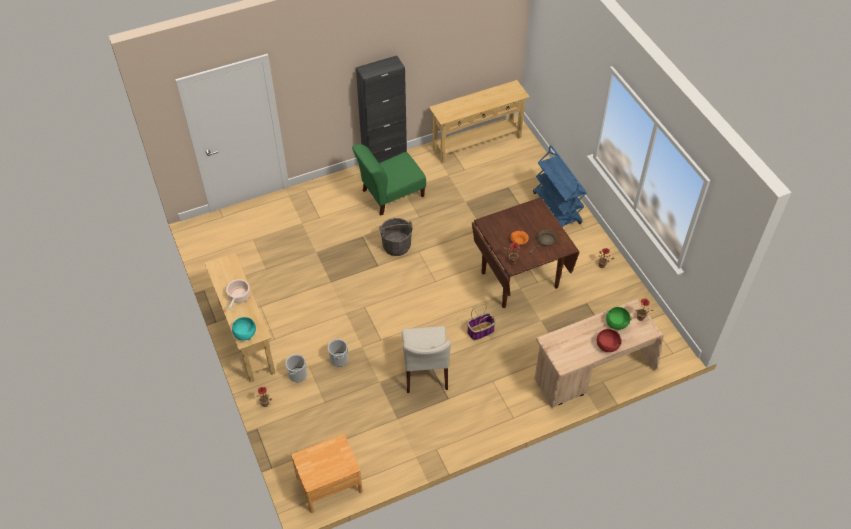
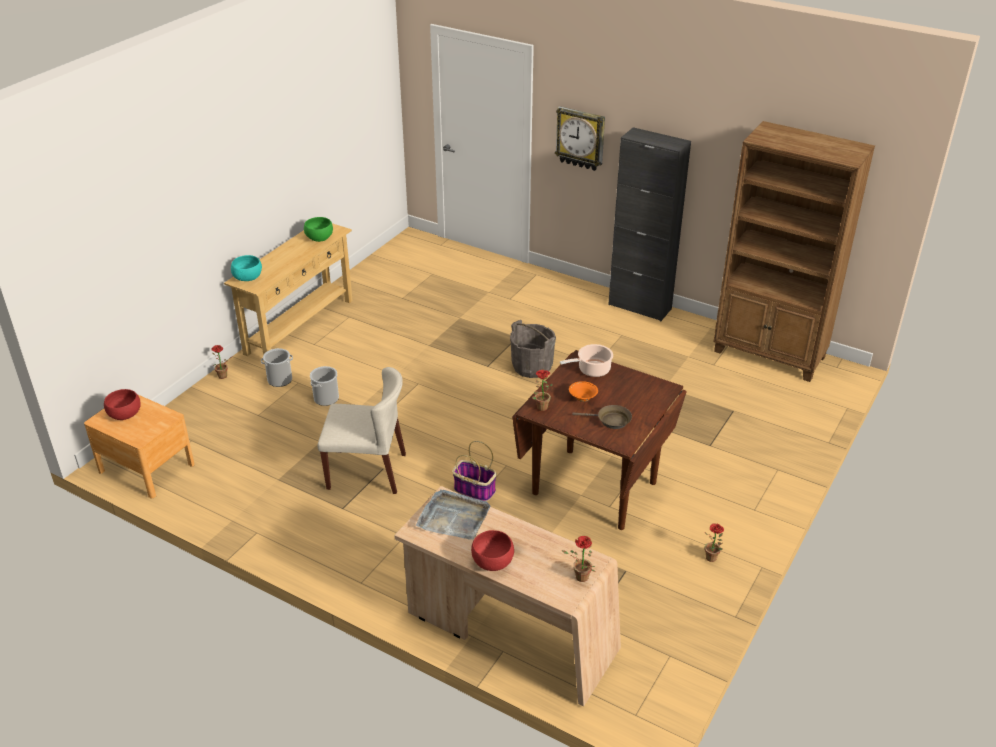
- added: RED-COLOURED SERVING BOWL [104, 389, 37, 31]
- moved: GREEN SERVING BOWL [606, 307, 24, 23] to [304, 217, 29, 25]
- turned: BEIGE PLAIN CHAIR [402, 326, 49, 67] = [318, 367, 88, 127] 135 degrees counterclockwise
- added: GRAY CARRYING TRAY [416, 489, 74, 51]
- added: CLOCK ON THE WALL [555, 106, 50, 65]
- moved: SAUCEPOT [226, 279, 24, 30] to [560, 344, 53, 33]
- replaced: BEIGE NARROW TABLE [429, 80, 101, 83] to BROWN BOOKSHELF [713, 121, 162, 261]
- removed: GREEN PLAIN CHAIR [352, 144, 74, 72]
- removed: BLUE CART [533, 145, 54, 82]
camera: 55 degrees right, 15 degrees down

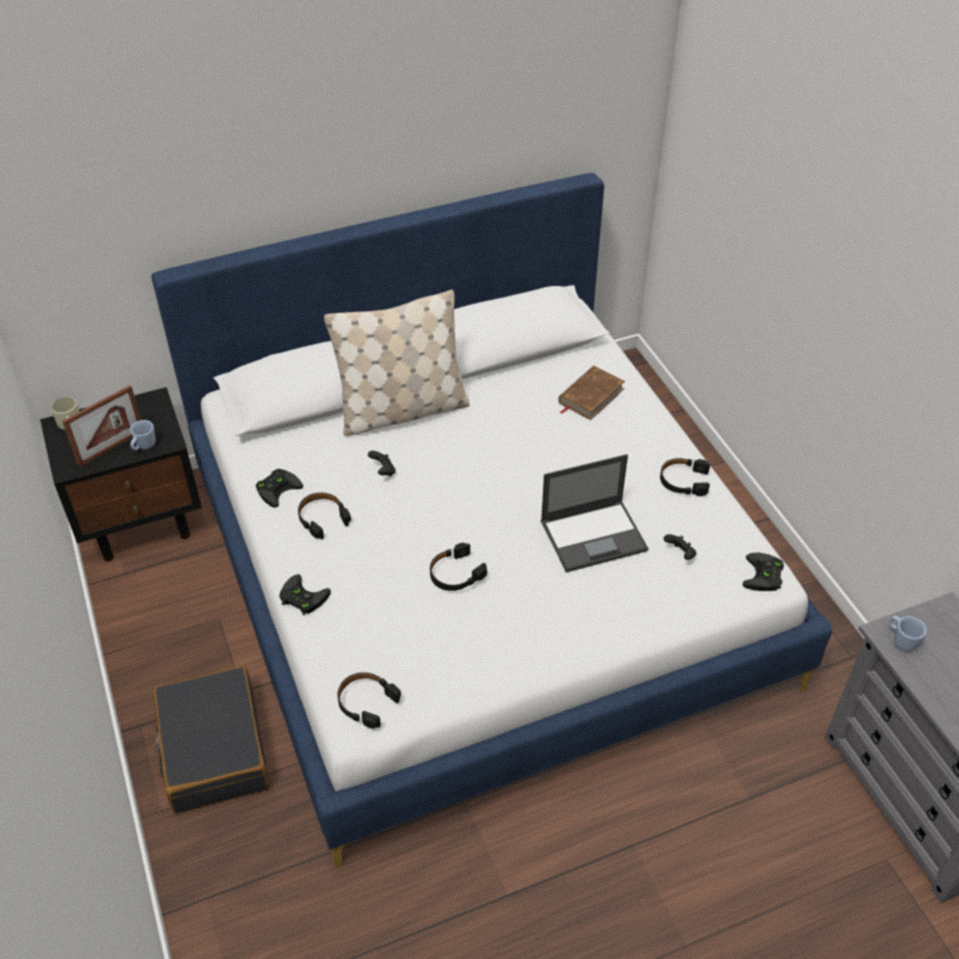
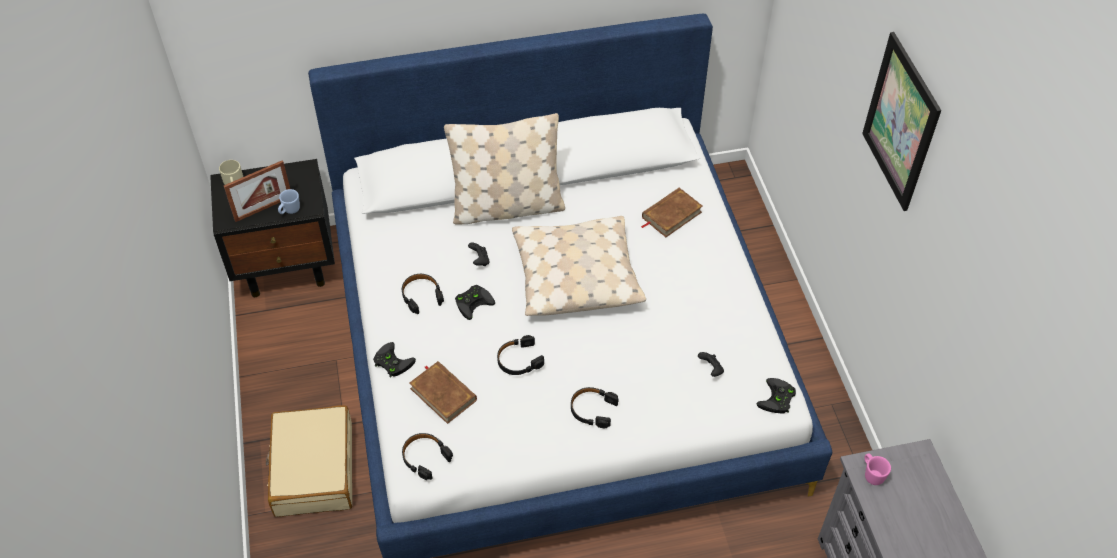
- recoloured: BLACK-COLOURED TRAVEL CASE [153, 666, 117, 148] to BEIGE TRAVEL CASE [266, 405, 86, 112]
- added: BROWN BOUND BOOK [409, 361, 68, 63]
- moved: BLACK-COLOURED GAME CONTROLLER [255, 469, 48, 39] to [455, 285, 40, 35]
- added: BEIGE PILLOW [512, 216, 134, 100]
- moved: BLACK-COLOURED PAIR OF HEADPHONES [660, 458, 50, 38] to [571, 387, 47, 41]
- added: PICTURE [862, 32, 79, 179]
- recoloured: BLUE TEA MUG [890, 616, 37, 36] to PINKISH TEA MUG [865, 453, 26, 32]
- removed: PORTABLE COMPUTER [541, 454, 107, 118]
camera: 10 degrees right, 5 degrees up

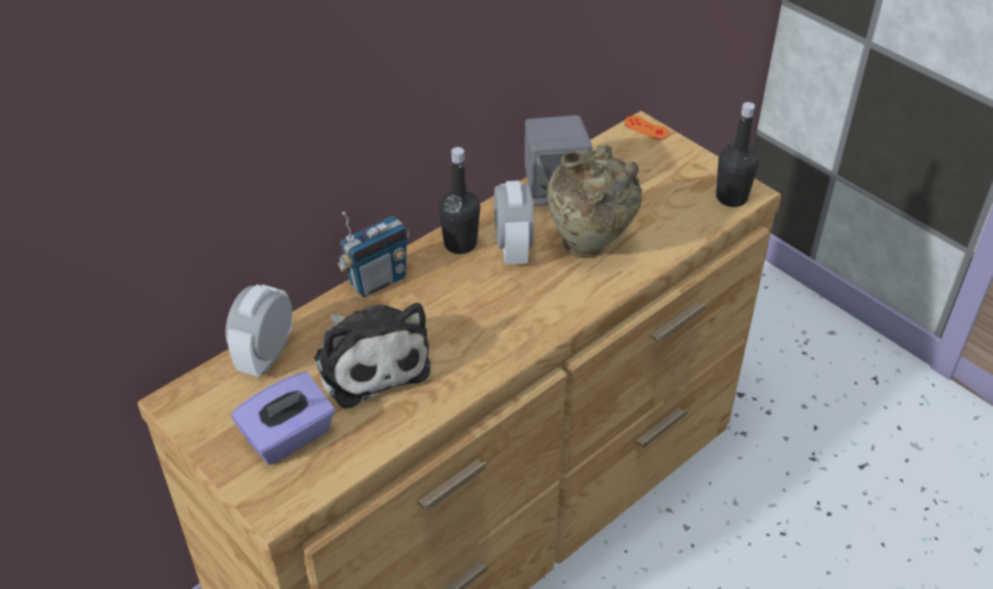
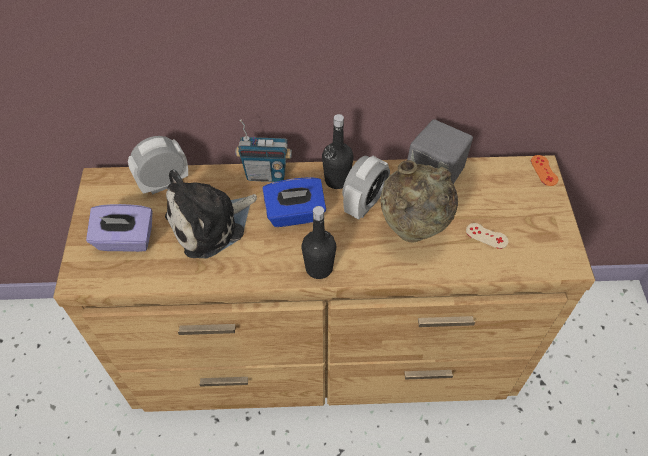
- turned: PLUSH TOY [314, 303, 117, 106] = [165, 169, 92, 90] 45 degrees clockwise
- added: BLUE BOX OF TISSUES [262, 177, 64, 50]
- moved: BLACK-COLOURED DRINK BOTTLE [716, 102, 43, 105] to [301, 206, 35, 73]
- added: BEIGE GAME CONTROLLER [466, 223, 42, 26]
camera: 40 degrees right, 10 degrees up

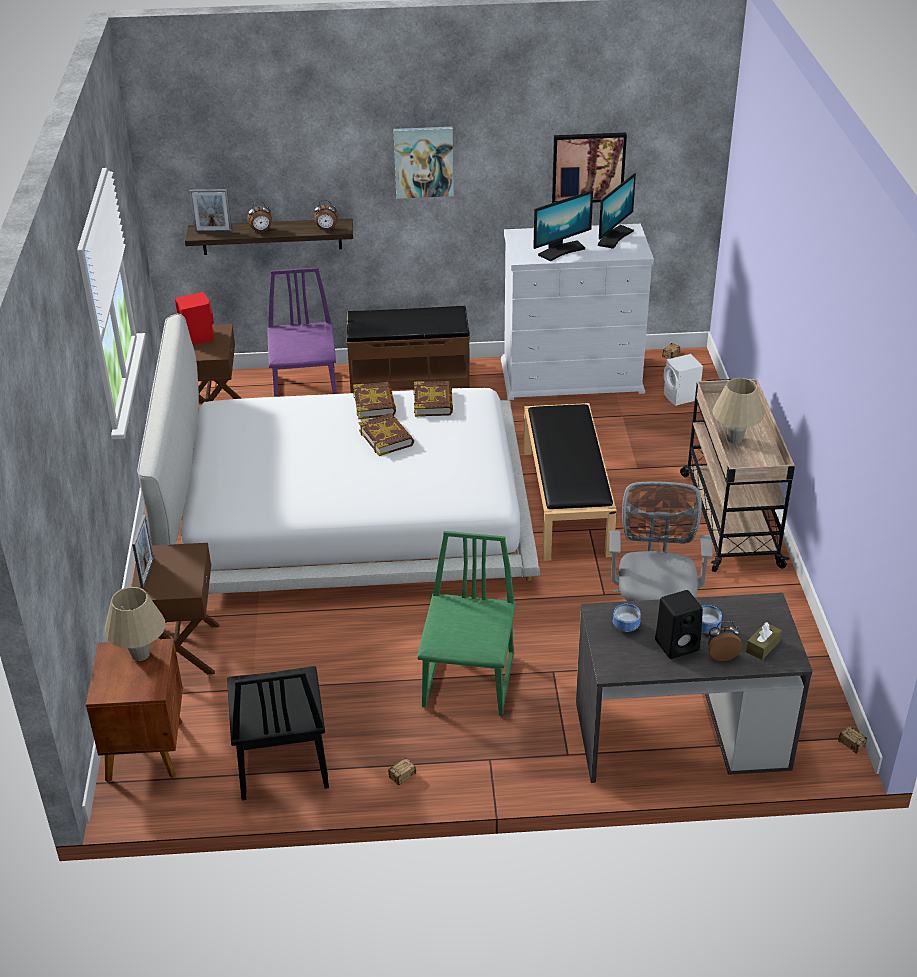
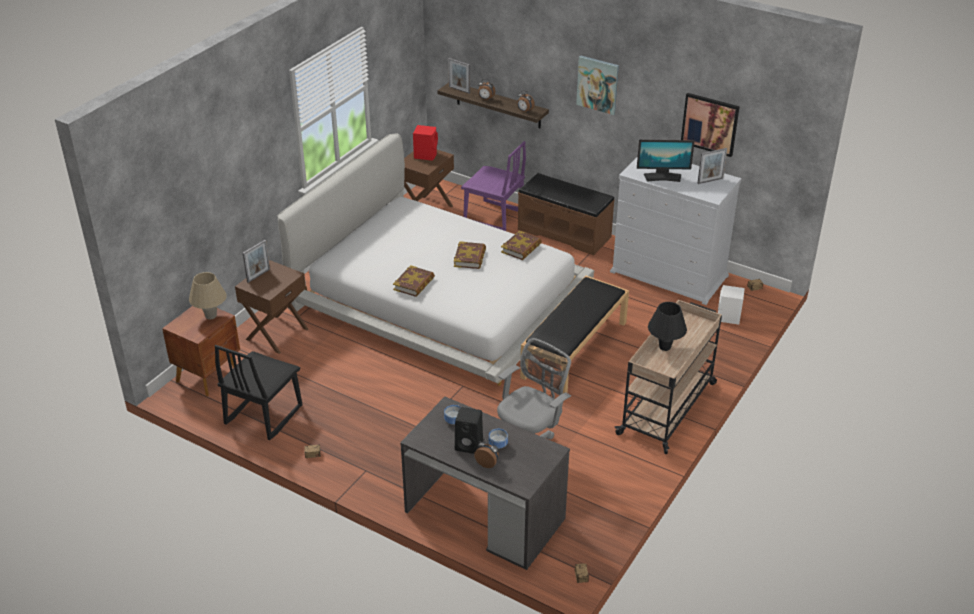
- moved: BOUND BOOK [353, 382, 43, 37] to [393, 265, 42, 32]
- turned: PURPLE-COLOURED PLAIN CHAIR [267, 268, 70, 129] = [461, 141, 65, 90] 90 degrees clockwise
- recoloured: BEIGE LAMP FOR A TABLE [712, 378, 52, 66] to BLACK-COLOURED LAMP FOR A TABLE [648, 302, 39, 49]
- replaced: MONITOR [598, 173, 38, 76] to PICTURE FRAME [698, 148, 29, 36]
- removed: GREEN PLAIN CHAIR [417, 531, 99, 185]
- removed: BROWN BOX OF TISSUES [746, 622, 36, 38]
camera: 35 degrees right, 0 degrees up

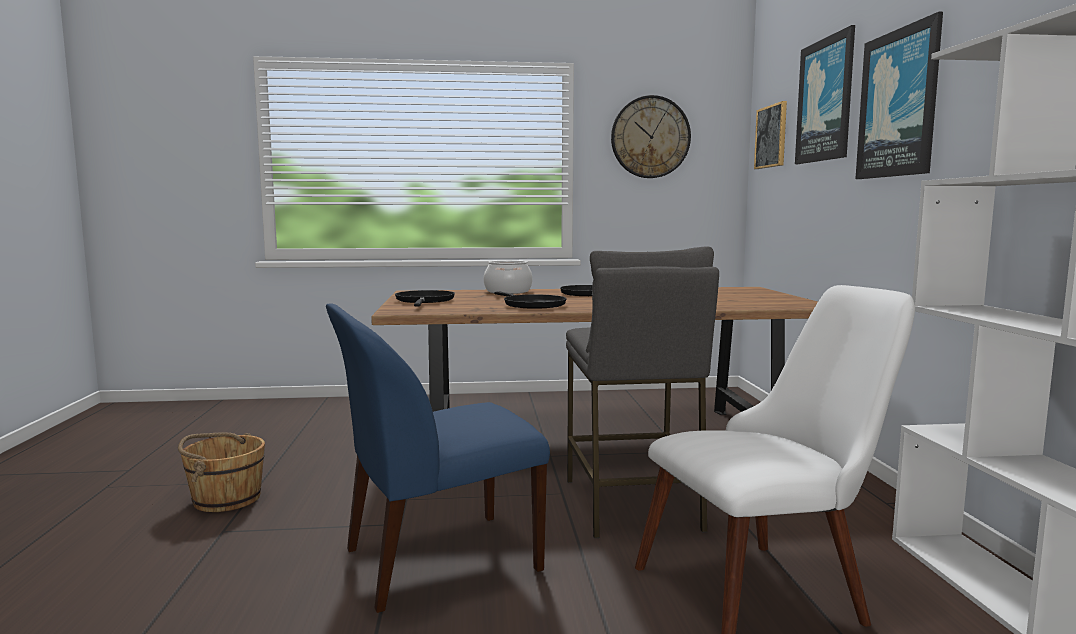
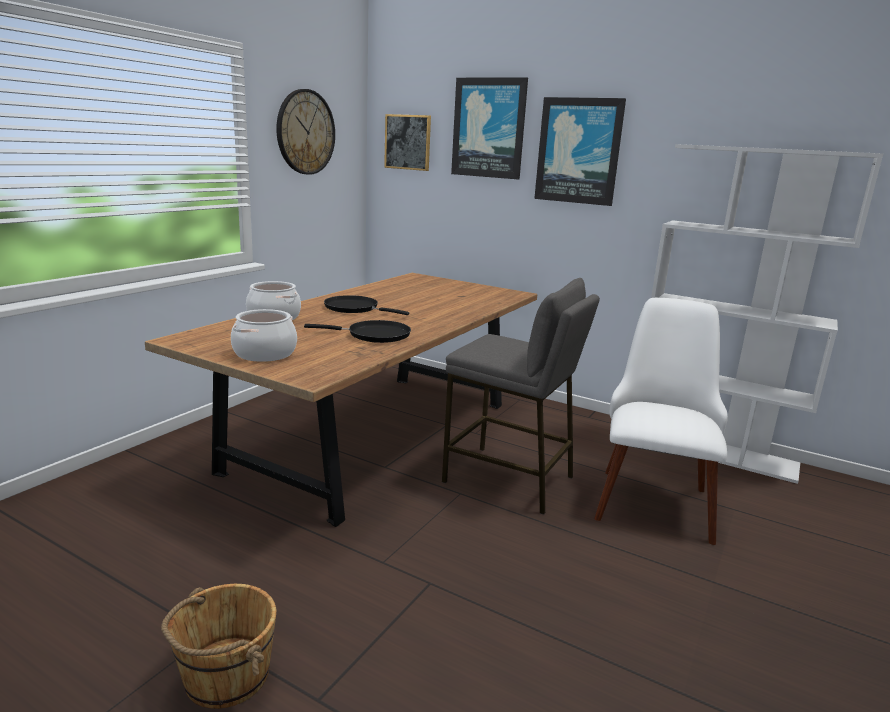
- replaced: BLACK-COLOURED FRYING PAN [395, 290, 60, 17] to SAUCEPOT [231, 309, 66, 53]
- removed: BLUE PLAIN CHAIR [326, 303, 224, 310]
camera: 55 degrees left, 10 degrees up

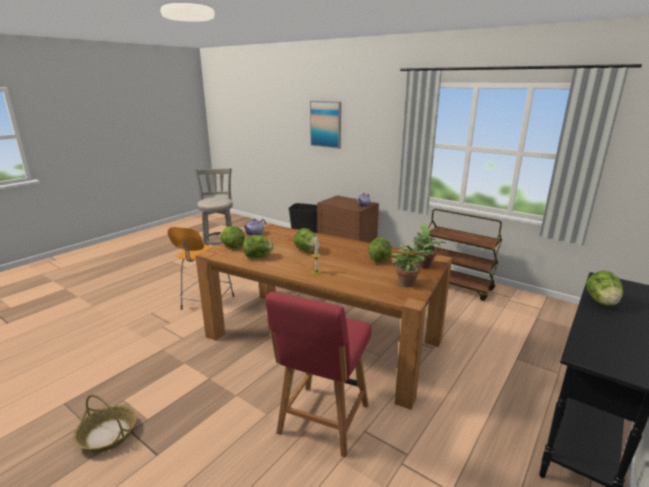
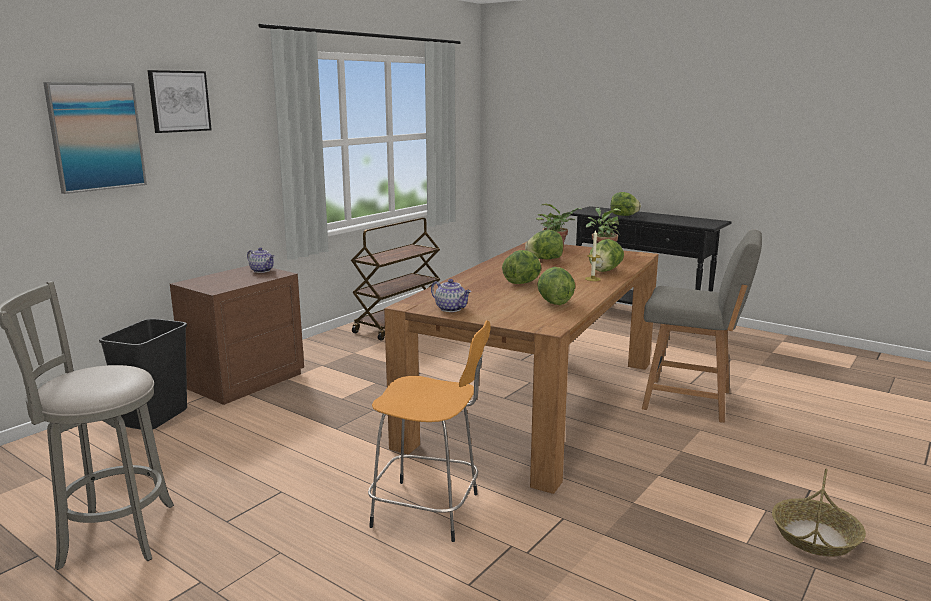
- added: PICTURE [147, 70, 65, 63]
- moved: LETTUCE [219, 226, 26, 22] to [589, 239, 35, 33]
- recoloured: RED-COLOURED PLAIN CHAIR [265, 292, 107, 165] to GRAY PLAIN CHAIR [642, 230, 120, 193]
camera: 90 degrees left, 5 degrees down

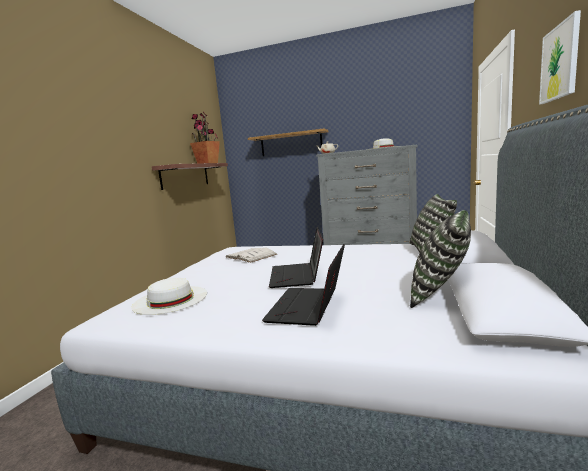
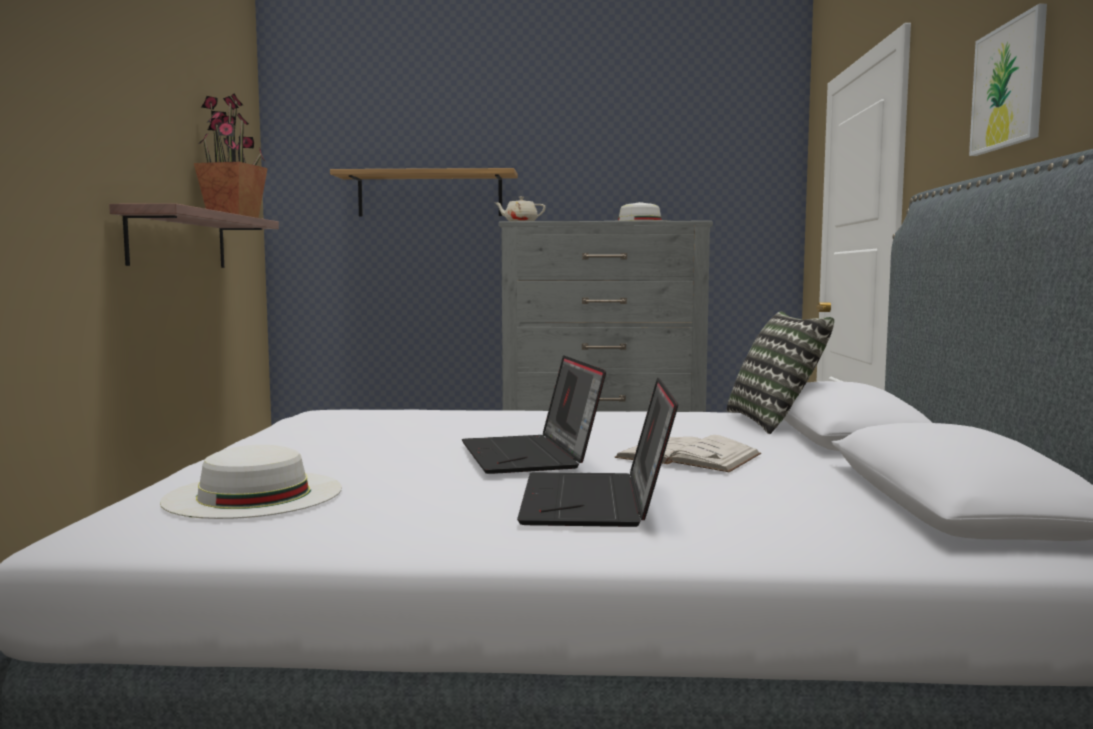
- moved: WHITE-COLOURED BOUND BOOK [226, 247, 51, 16] to [614, 435, 147, 37]
- removed: PILLOW [410, 210, 61, 98]
camera: 15 degrees left, 5 degrees down

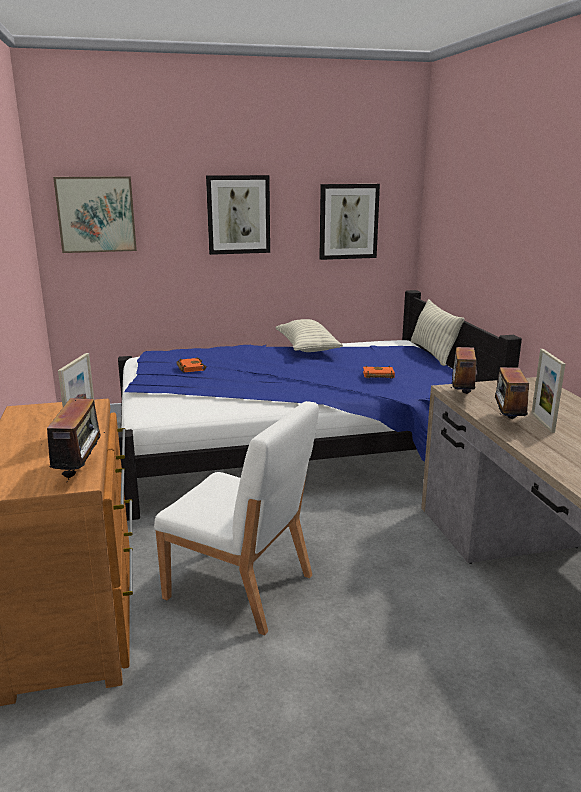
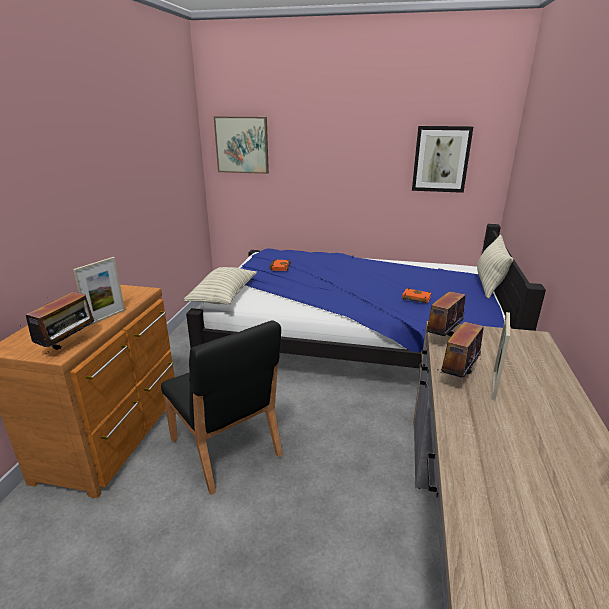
- recoloured: WHITE-COLOURED PLAIN CHAIR [154, 401, 165, 234] to BLACK-COLOURED PLAIN CHAIR [161, 320, 122, 175]
- moved: PILLOW [275, 319, 68, 33] to [184, 267, 73, 38]
- removed: PICTURE [206, 175, 64, 80]
camera: 25 degrees right, 5 degrees up

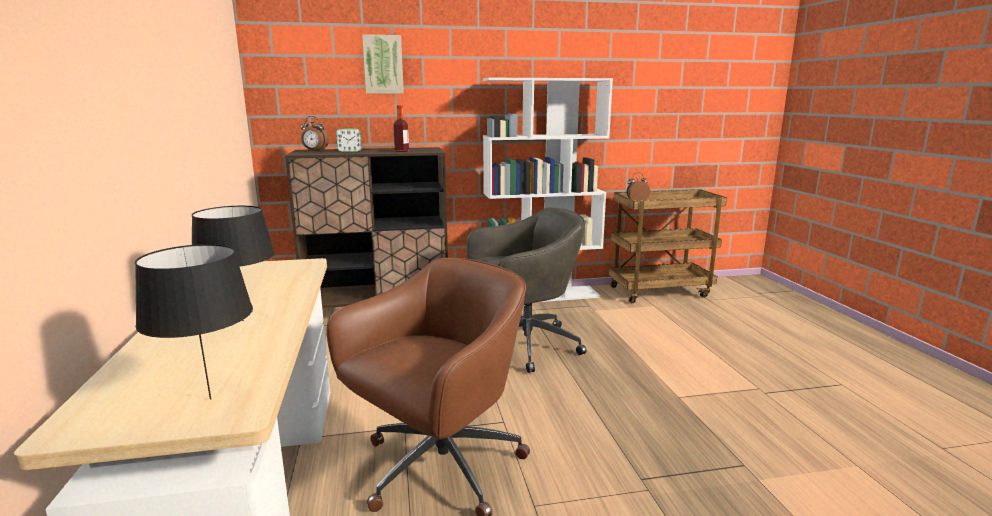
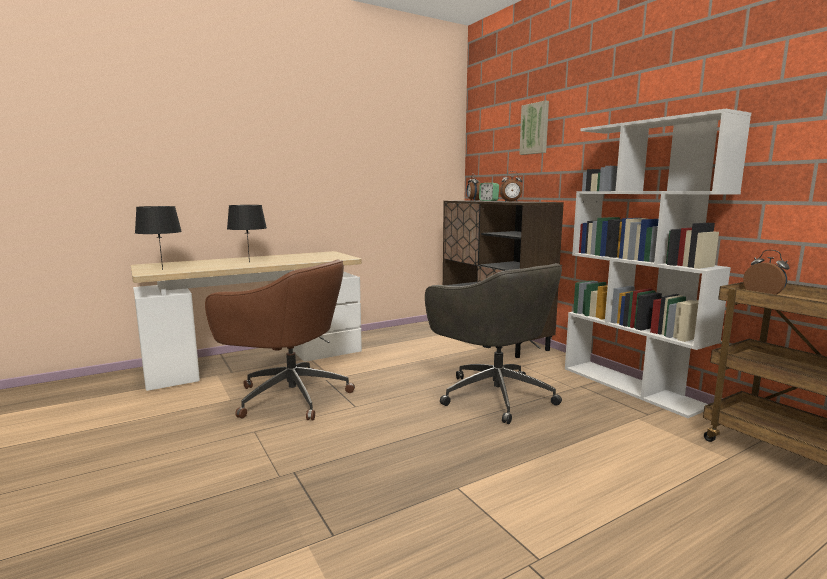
- replaced: DRINK BOTTLE [394, 105, 15, 47] to BEDSIDE CLOCK [500, 171, 22, 31]
camera: 70 degrees right, 5 degrees down

